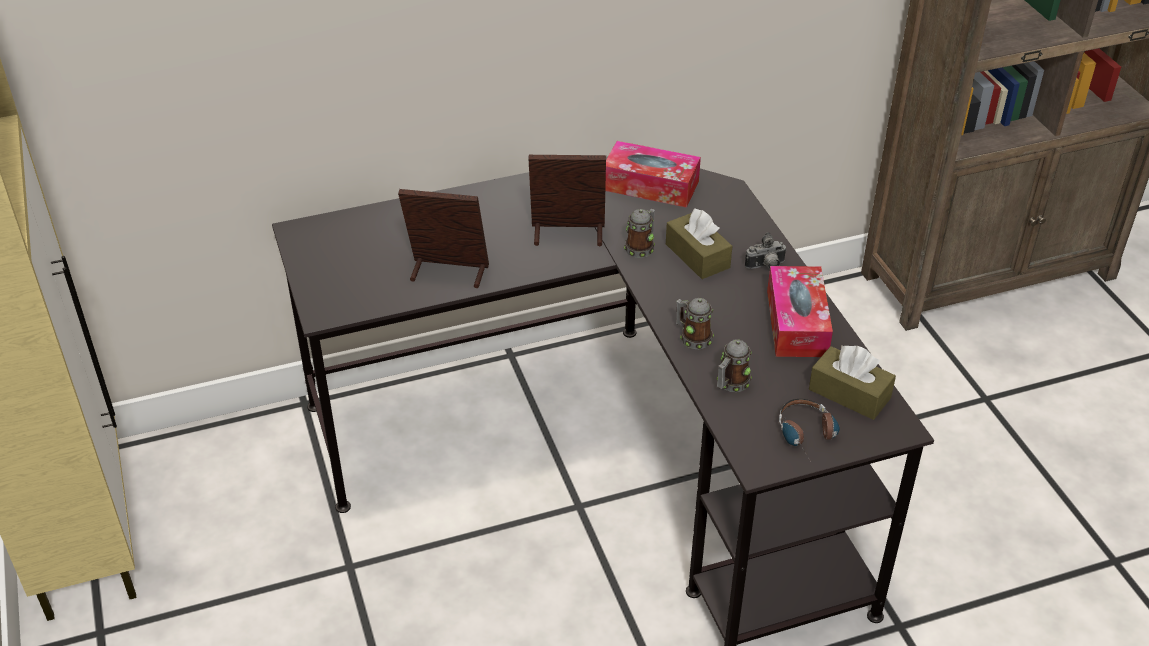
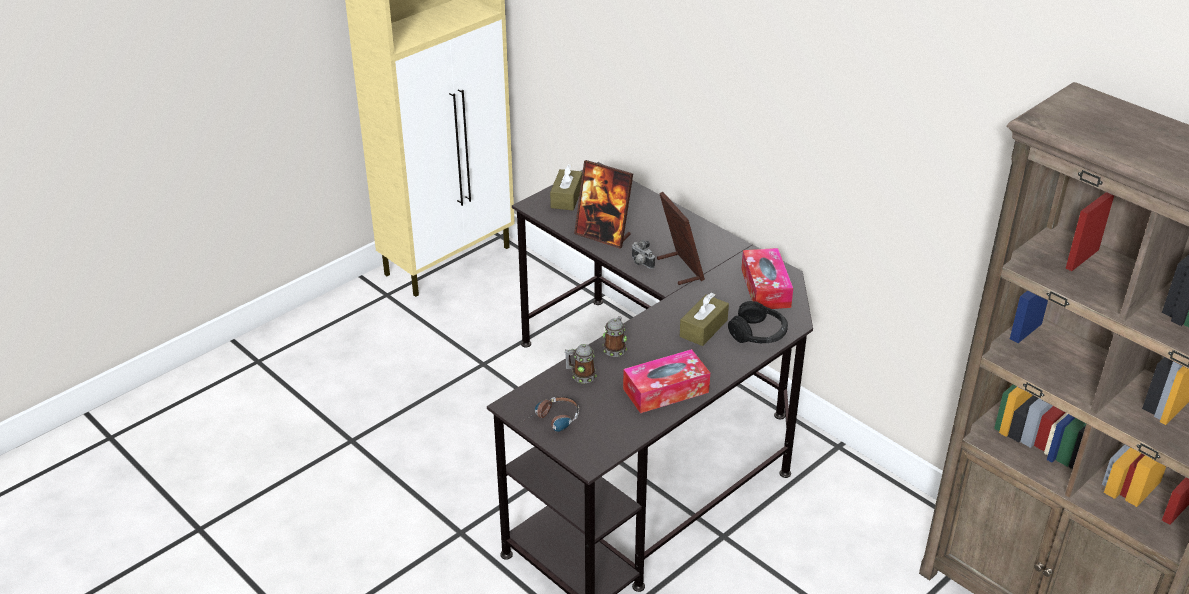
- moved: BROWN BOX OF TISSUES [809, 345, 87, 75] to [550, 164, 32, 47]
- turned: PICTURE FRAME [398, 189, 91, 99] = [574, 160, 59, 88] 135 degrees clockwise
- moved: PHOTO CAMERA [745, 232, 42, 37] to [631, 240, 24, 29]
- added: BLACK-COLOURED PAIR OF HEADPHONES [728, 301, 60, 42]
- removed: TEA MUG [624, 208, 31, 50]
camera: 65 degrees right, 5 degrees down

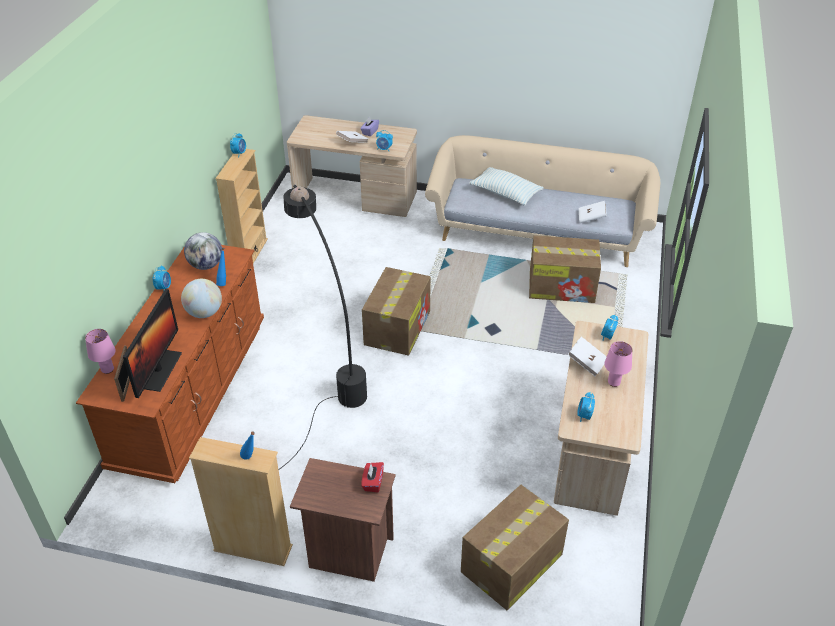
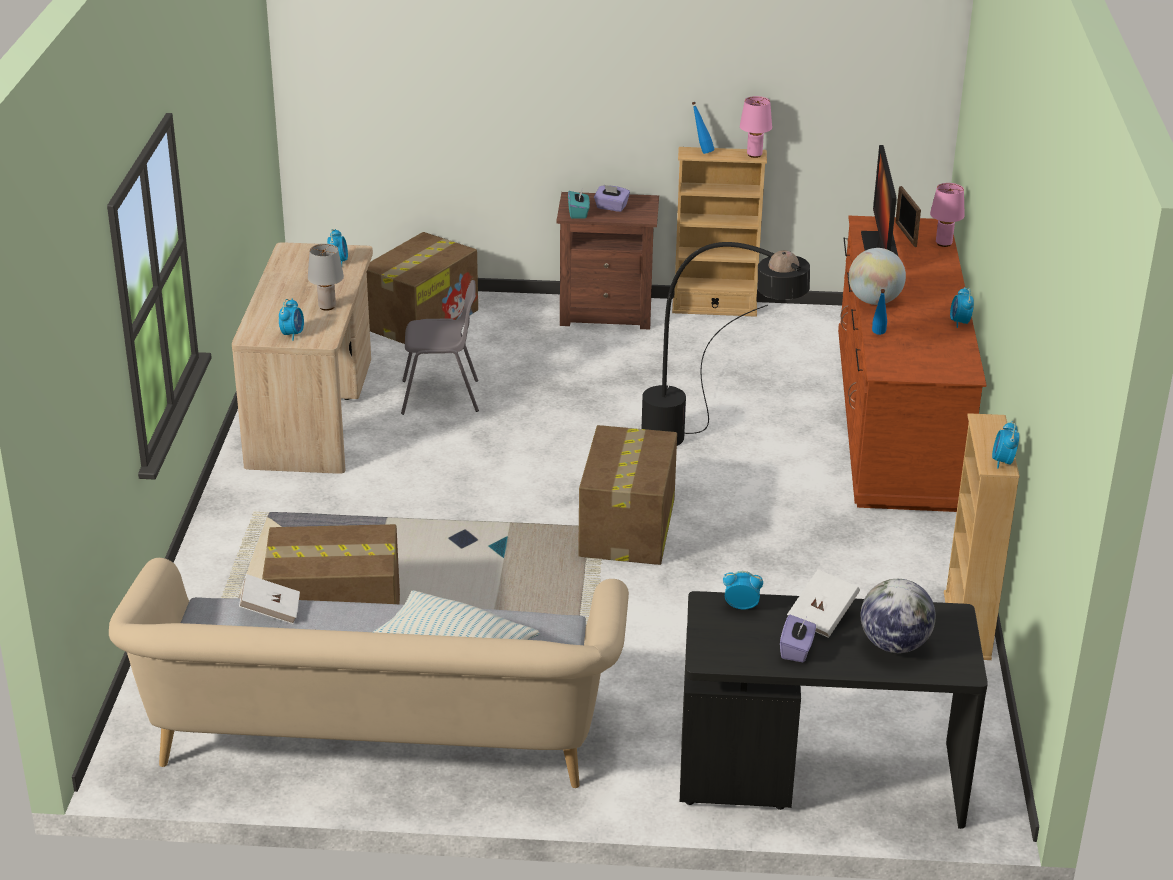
- replaced: WHITE-COLOURED BOUND BOOK [568, 336, 39, 40] to GRAY LAMP FOR A TABLE [308, 244, 36, 67]
- added: GRAY PLAIN CHAIR [401, 280, 78, 135]
- recoloured: RED-COLOURED BOX OF TISSUES [361, 462, 23, 30] to TURQUOISE BOX OF TISSUES [568, 187, 22, 32]
- added: PURPLE-COLOURED BOX OF TISSUES [594, 185, 36, 27]
- recoloured: BEIGE DESK UNIT [287, 115, 130, 102] to BLACK-COLOURED DESK UNIT [680, 591, 308, 238]
- moved: PINKISH LAMP FOR A TABLE [604, 341, 28, 46] to [740, 96, 32, 62]
- moved: GLOBE [184, 232, 38, 38] to [861, 579, 75, 74]
camera: 170 degrees right, 10 degrees down

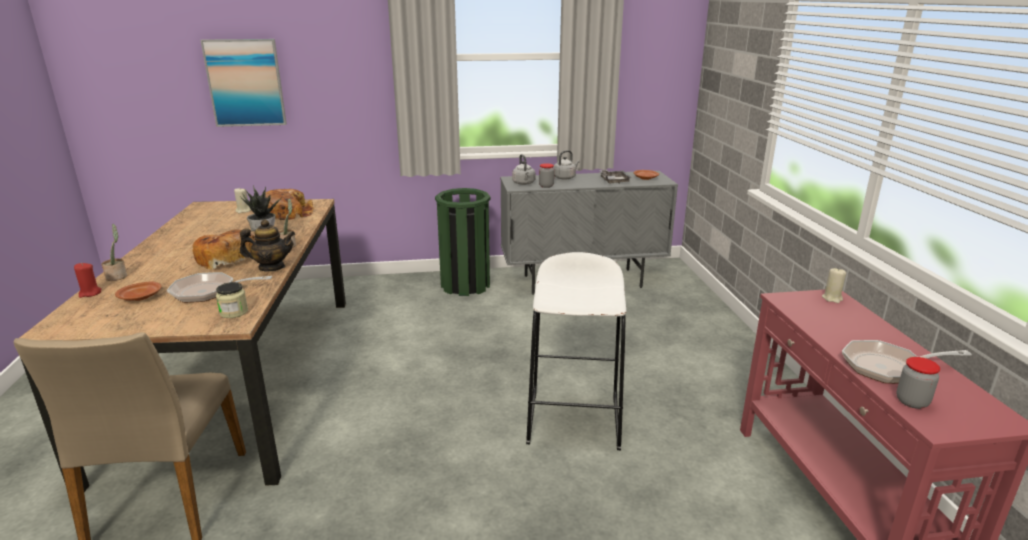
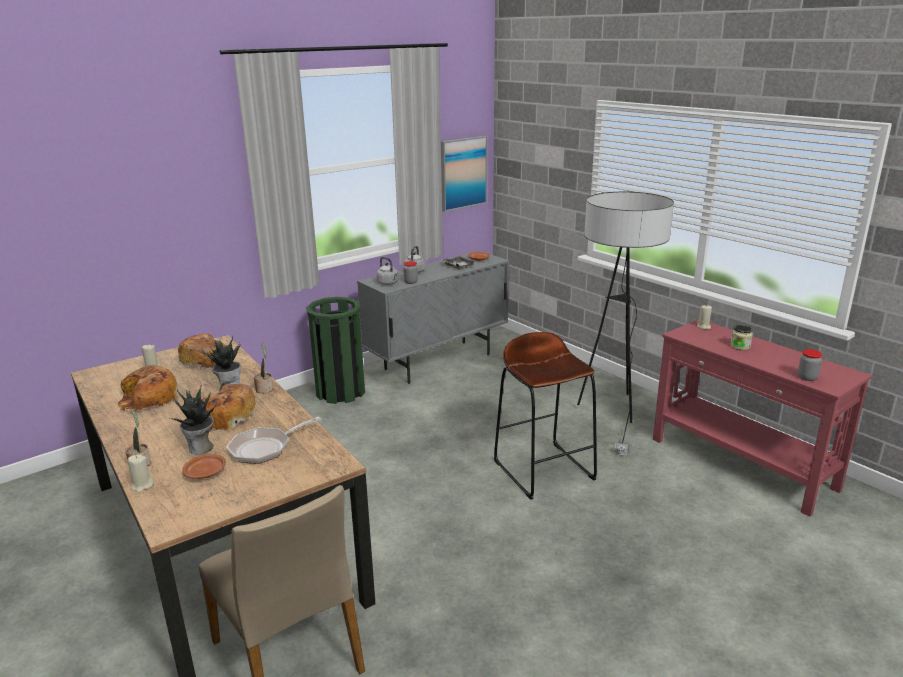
- added: BAKED BREAD [118, 365, 61, 46]
- recoloured: RED-COLOURED CANDLE [74, 263, 27, 35] to BEIGE CANDLE [127, 455, 27, 38]
- added: HOUSEPLANT [170, 385, 47, 69]
- moved: PICTURE [201, 39, 86, 88] to [441, 136, 46, 76]
- recoloured: WHITE-COLOURED STOOL [526, 252, 100, 198] to BROWN STOOL [494, 332, 103, 168]
- added: FLOOR LAMP [577, 192, 97, 264]
- moved: STORAGE JAR [216, 282, 32, 36] to [730, 325, 23, 25]
- removed: POT FOR TEA [240, 219, 55, 53]
- removed: FRYING PAN [842, 340, 130, 44]
camera: 30 degrees left, 0 degrees up

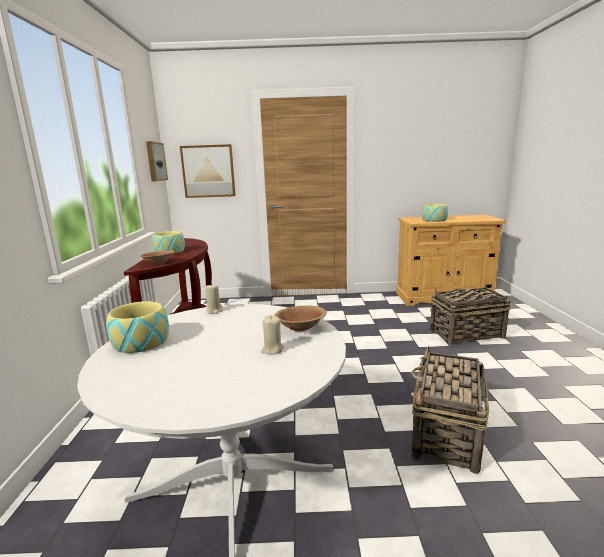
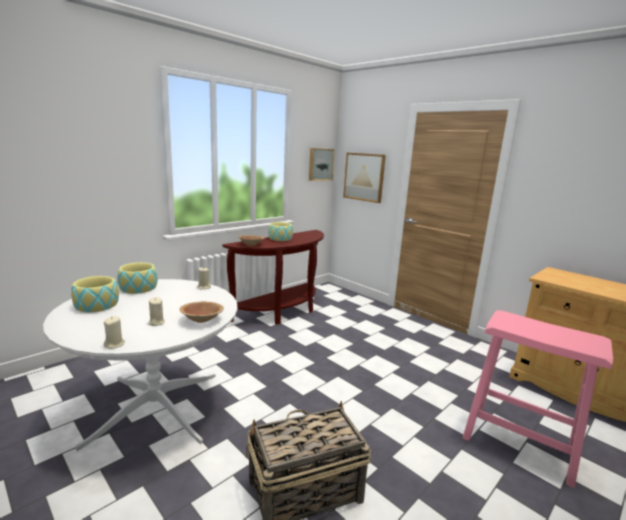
- moved: SERVING BOWL [422, 204, 26, 18] to [71, 276, 48, 36]
- added: BEIGE CANDLE [104, 316, 21, 33]
- replaced: HOUSEHOLD BASKET [430, 284, 81, 61] to PINKISH STOOL [462, 310, 151, 178]
camera: 45 degrees right, 0 degrees up

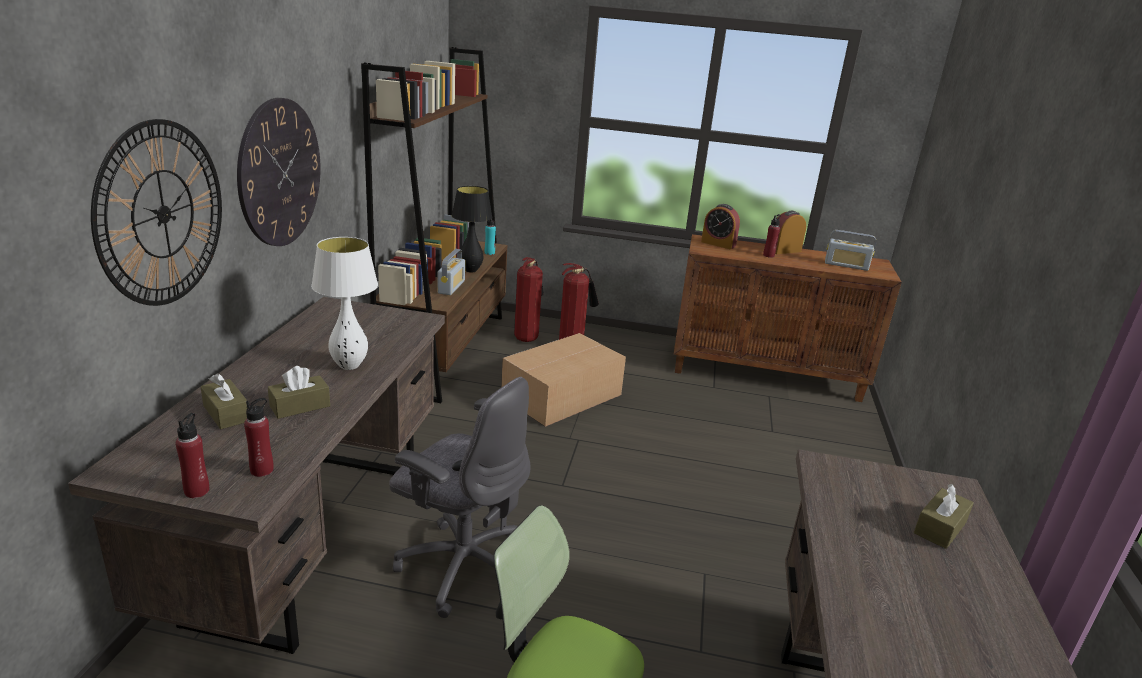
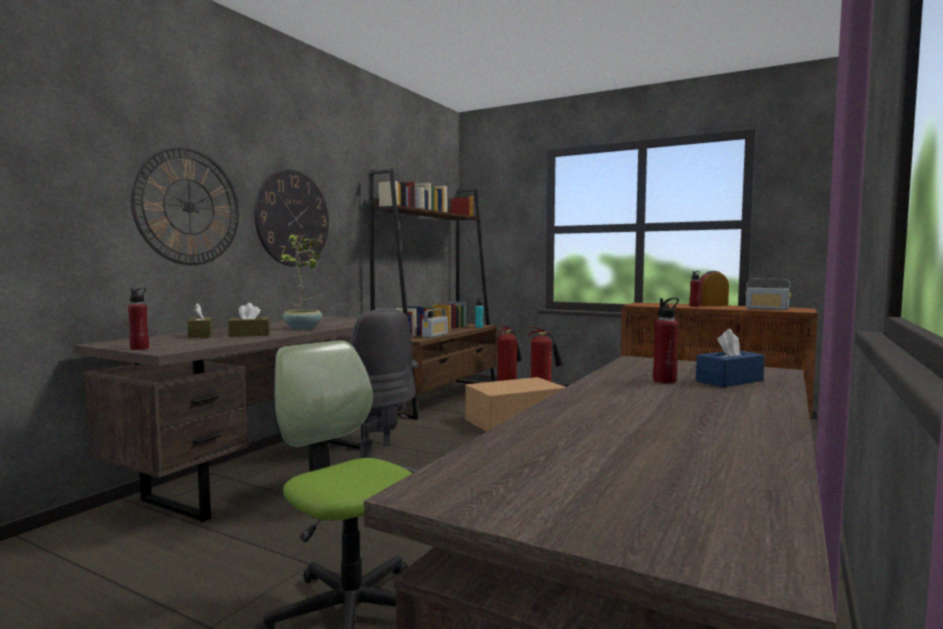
- replaced: WHITE-COLOURED LAMP FOR A TABLE [311, 237, 67, 133] to HOUSEPLANT [277, 235, 46, 95]
- moved: RED-COLOURED DRINK BOTTLE [244, 398, 30, 79] to [653, 298, 26, 86]
- recoloured: BROWN BOX OF TISSUES [914, 484, 60, 65] to BLUE BOX OF TISSUES [696, 329, 69, 58]
- removed: BLACK-COLOURED LAMP FOR A TABLE [452, 186, 40, 86]
- removed: BEDSIDE CLOCK [701, 204, 39, 46]
camera: 20 degrees right, 20 degrees down

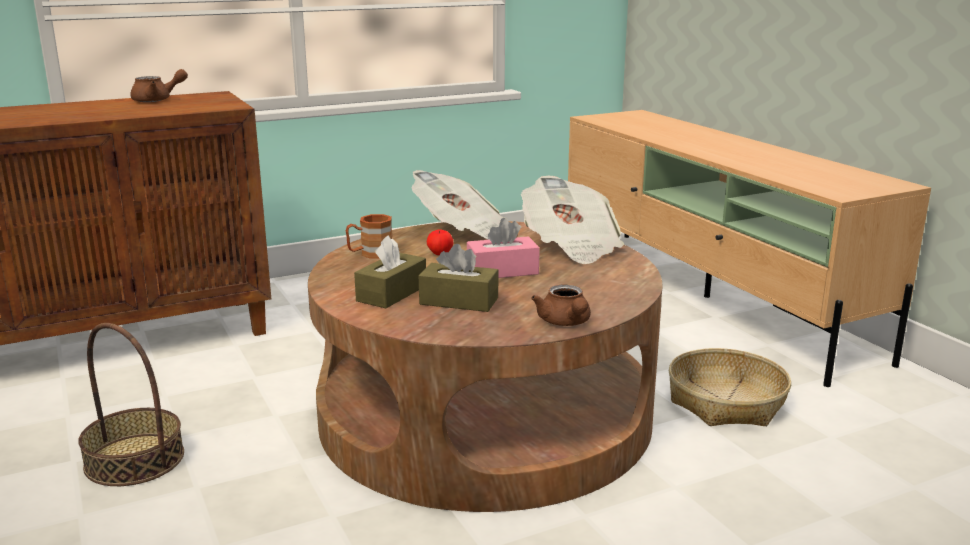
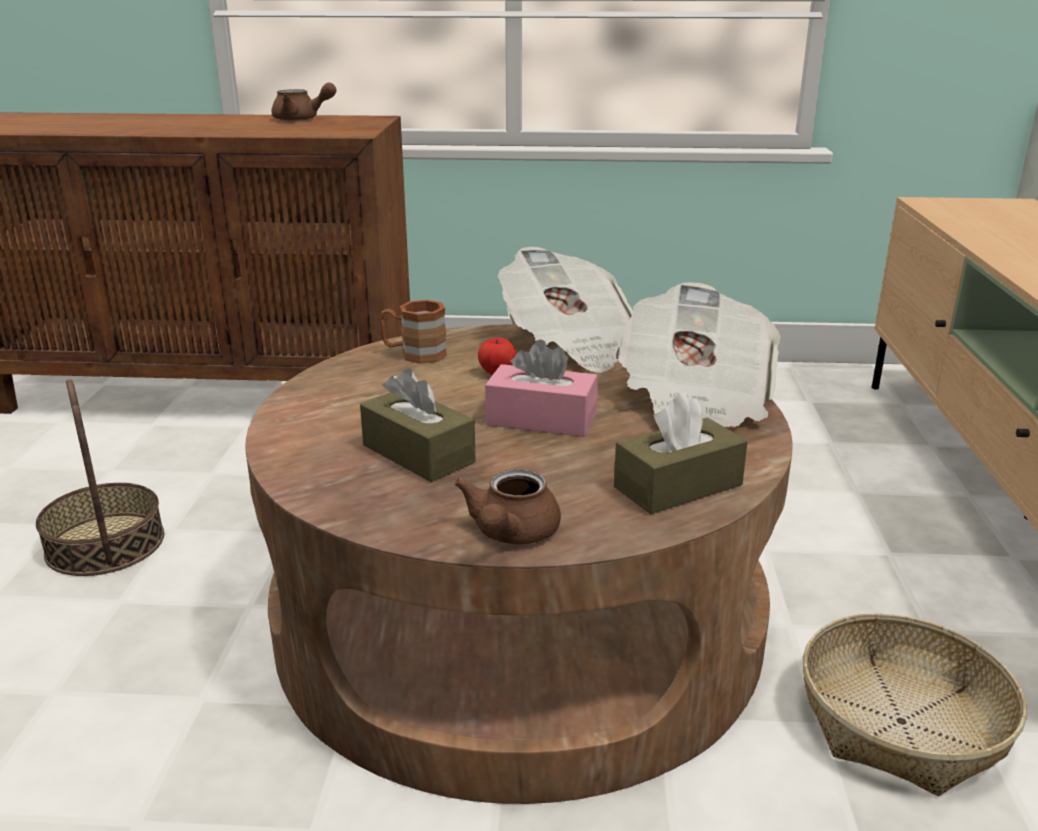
- moved: BROWN BOX OF TISSUES [354, 235, 72, 73] to [614, 393, 134, 121]
camera: 30 degrees right, 5 degrees up

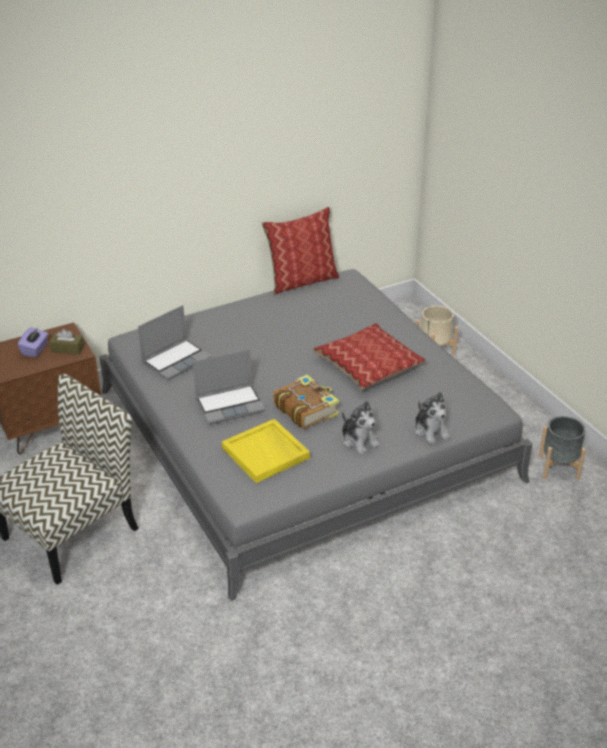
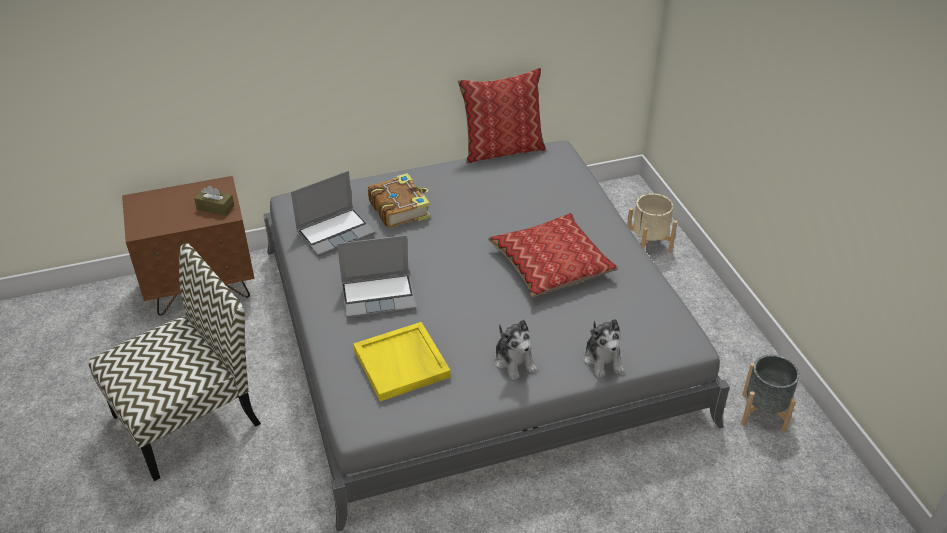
- moved: BOUND BOOK [273, 374, 66, 55] to [368, 173, 62, 55]
- removed: PURPLE-COLOURED BOX OF TISSUES [18, 327, 30, 30]
camera: 10 degrees right, 5 degrees up

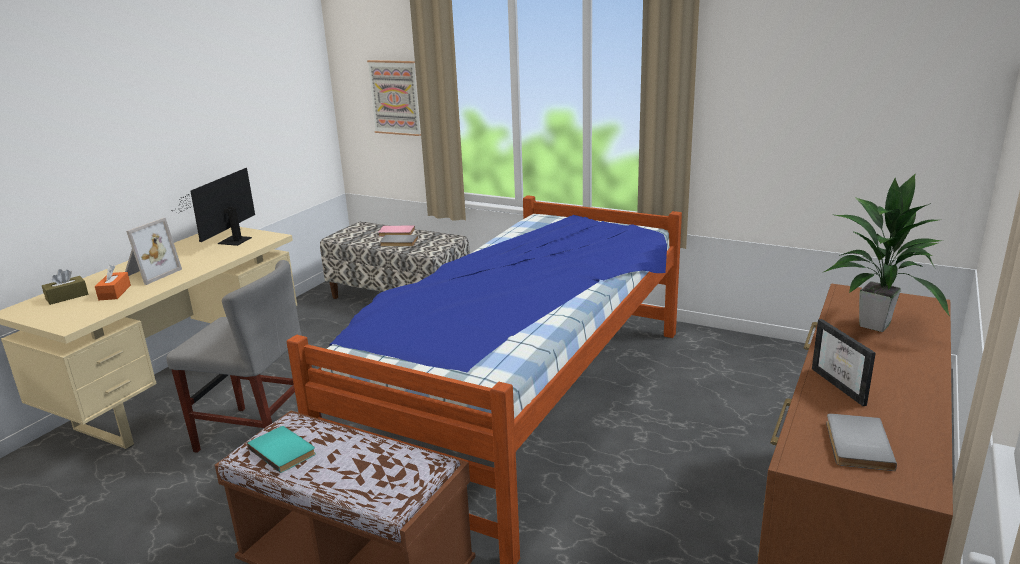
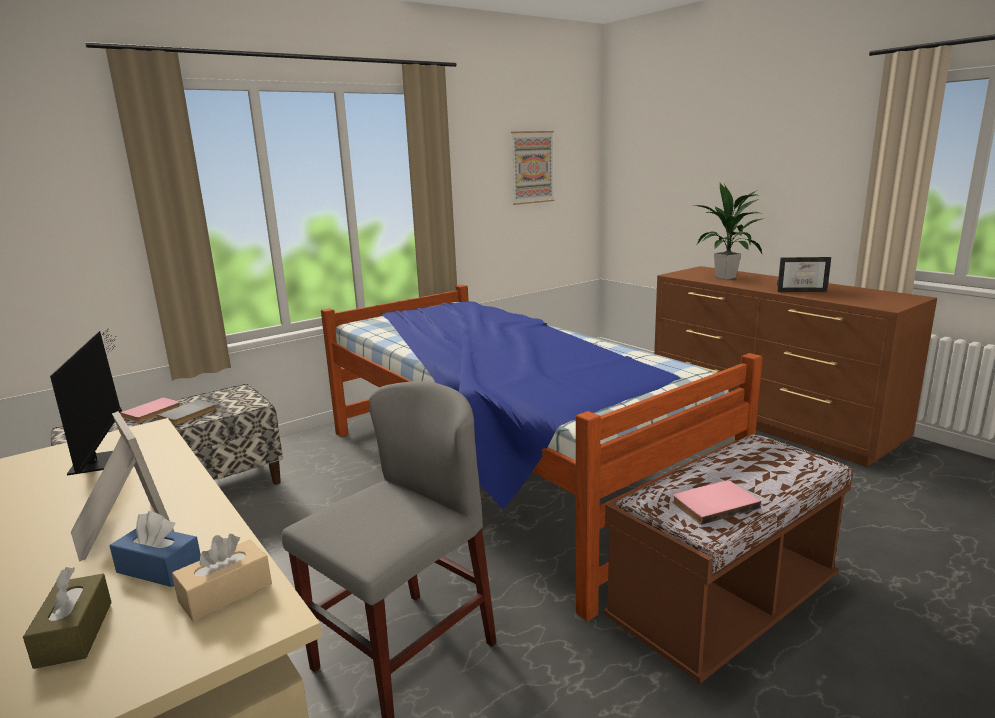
- turned: MONITOR [172, 168, 83, 78] = [50, 329, 72, 146] 150 degrees counterclockwise
- recoloured: ORANGE BOX OF TISSUES [95, 265, 36, 35] to BLUE BOX OF TISSUES [110, 511, 90, 76]
- added: BEIGE BOX OF TISSUES [172, 534, 100, 88]
- moved: PICTURE [367, 60, 54, 76] to [511, 131, 43, 74]
- recoloured: TURQUOISE BOUND BOOK [247, 426, 69, 47] to PINKISH BOUND BOOK [672, 480, 89, 45]
- removed: GRAY BOUND BOOK [826, 413, 71, 58]
camera: 65 degrees left, 5 degrees down

